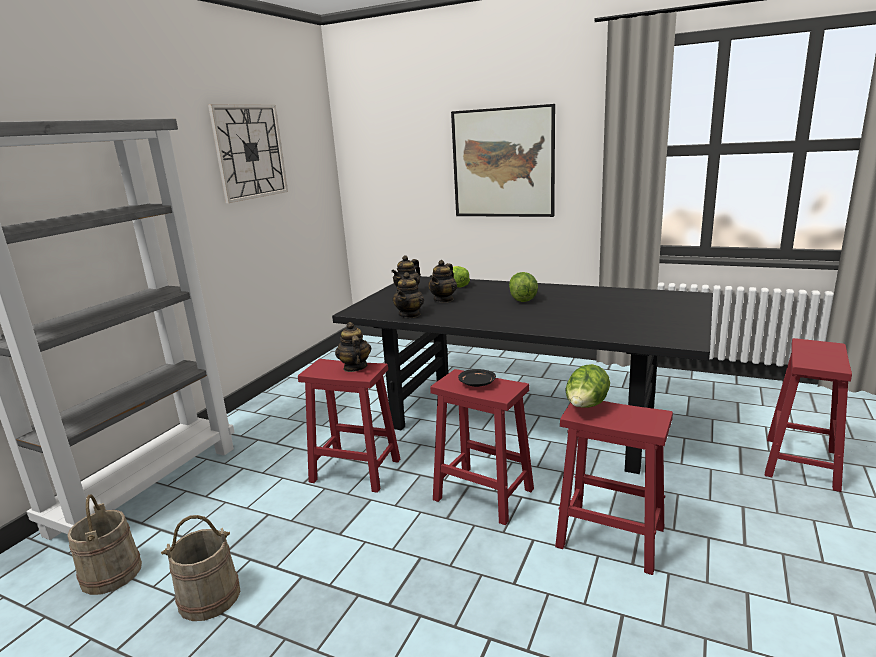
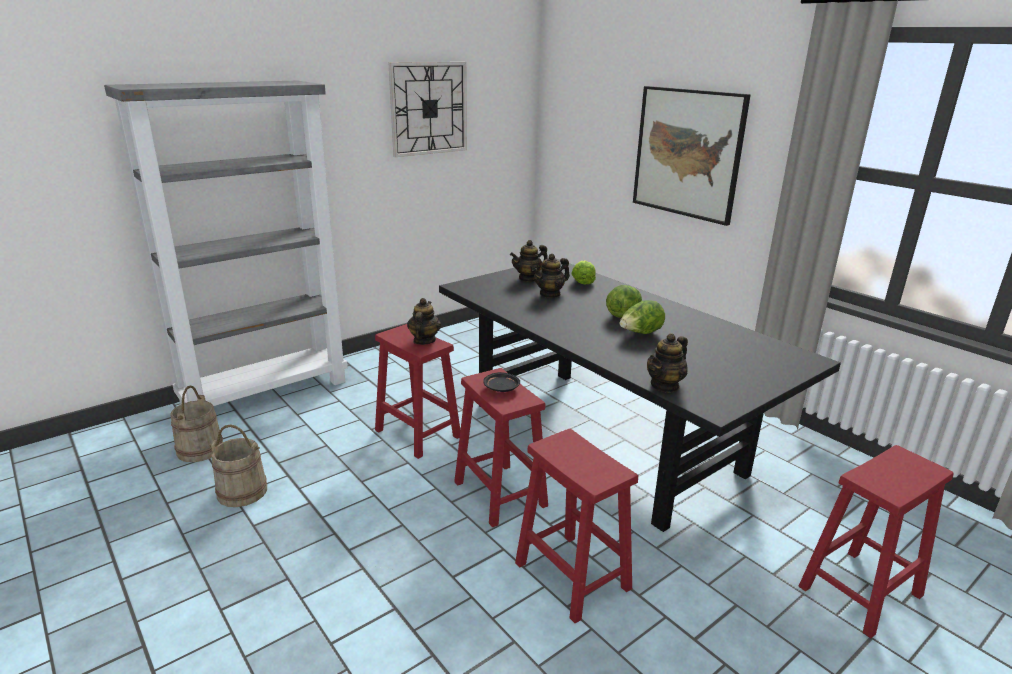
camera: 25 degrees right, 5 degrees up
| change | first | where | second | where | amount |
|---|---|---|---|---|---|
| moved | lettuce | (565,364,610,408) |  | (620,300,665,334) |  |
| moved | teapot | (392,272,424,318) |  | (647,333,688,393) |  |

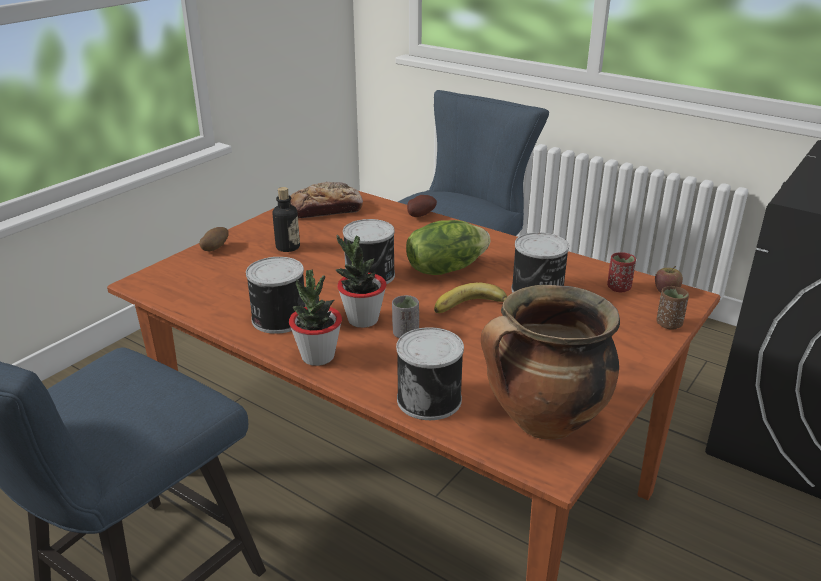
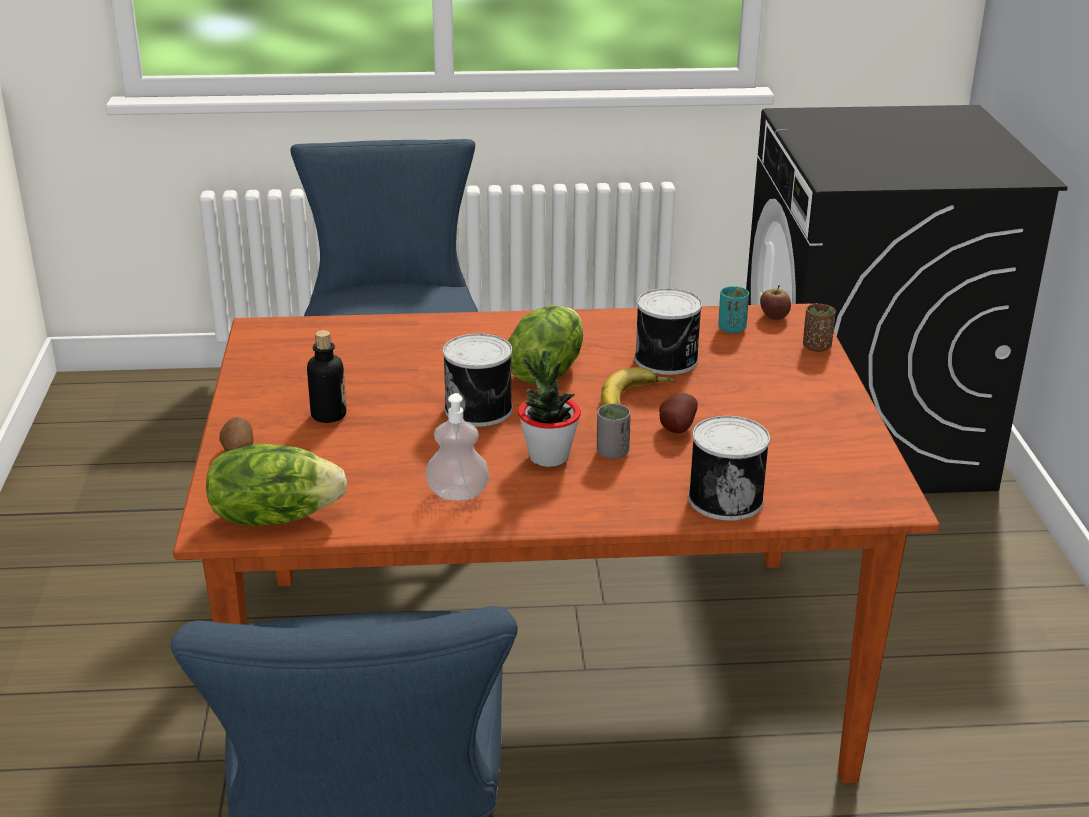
camera: 40 degrees left, 0 degrees up
| change | first | where | second | where | amount |
|---|---|---|---|---|---|
| added |  |  | lettuce | (206,444,347,526) |  |
| replaced | can | (246,257,306,334) | soap dispenser | (426,393,489,501) |  |
| moved | potato | (407,195,437,217) |  | (659,393,698,434) |  |
| recoloured | cup/red | (607,252,636,293) | cup/turquoise | (718,286,749,333) |  |
| removed | potted plant | (289,270,342,366) |  |  |  |
| removed | bread | (290,182,363,219) |  |  |  |
| removed | cooking pot | (481,285,620,440) |  |  |  |

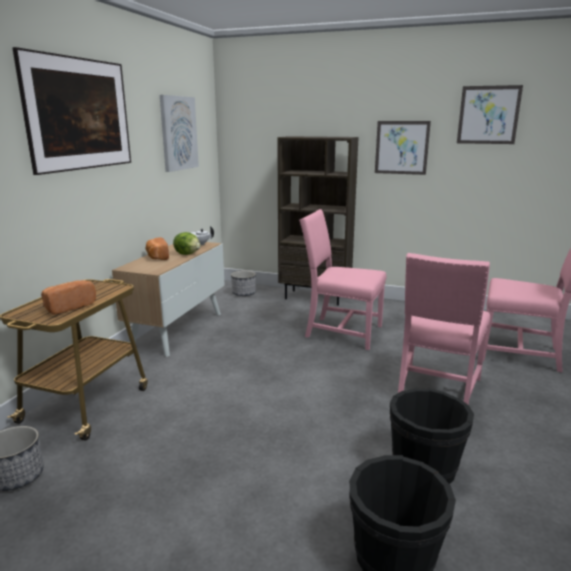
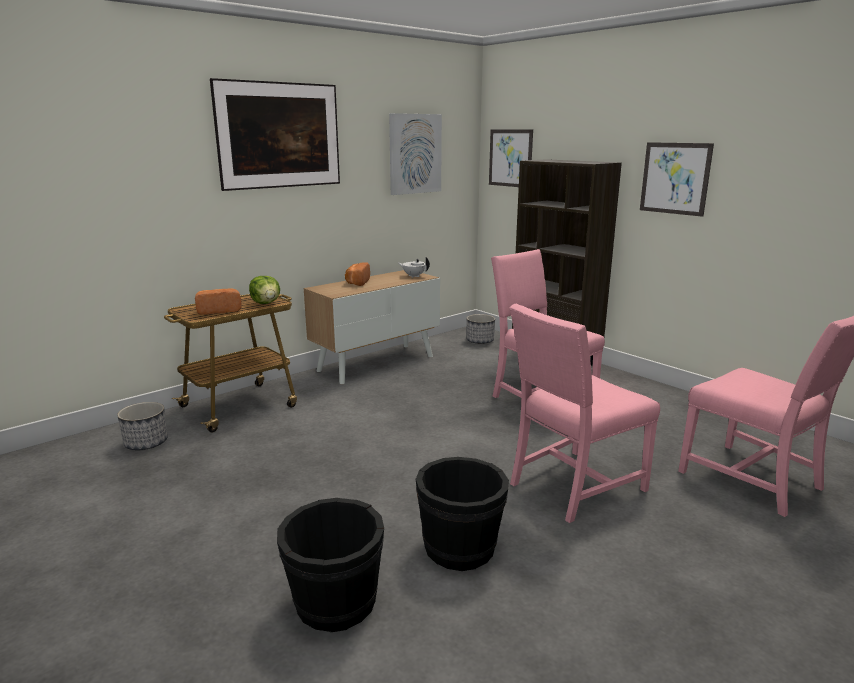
camera: 30 degrees right, 0 degrees up
| change | first | where | second | where | amount |
|---|---|---|---|---|---|
| moved | lettuce | (173,232,200,255) |  | (249,276,280,304) |  |
| moved | picture | (457,85,523,144) |  | (489,129,533,187) |  |

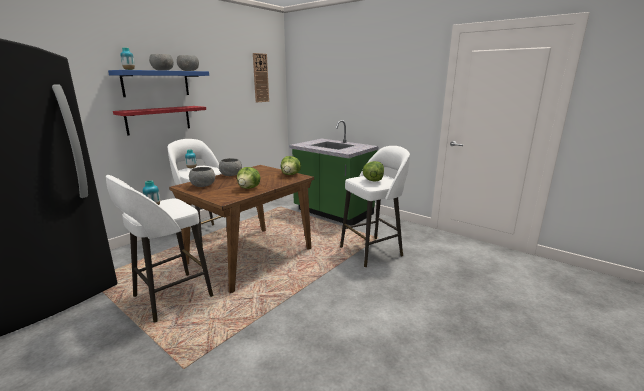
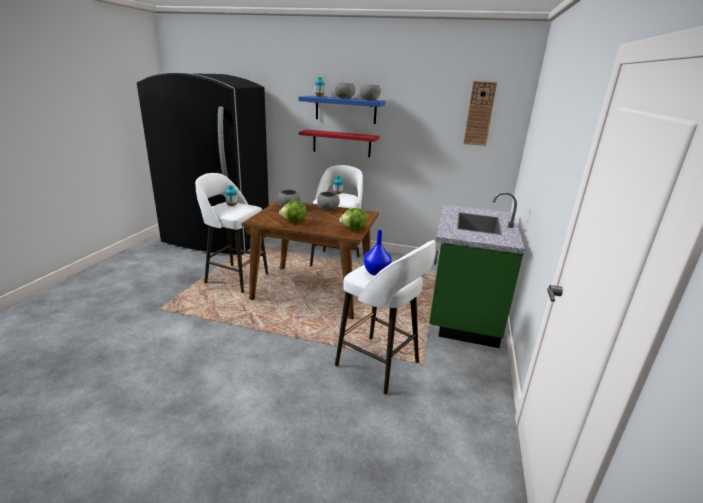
camera: 65 degrees right, 5 degrees up
| change | first | where | second | where | amount |
|---|---|---|---|---|---|
| replaced | lettuce | (362,161,384,181) | vase/blue | (364,230,392,276) |  |

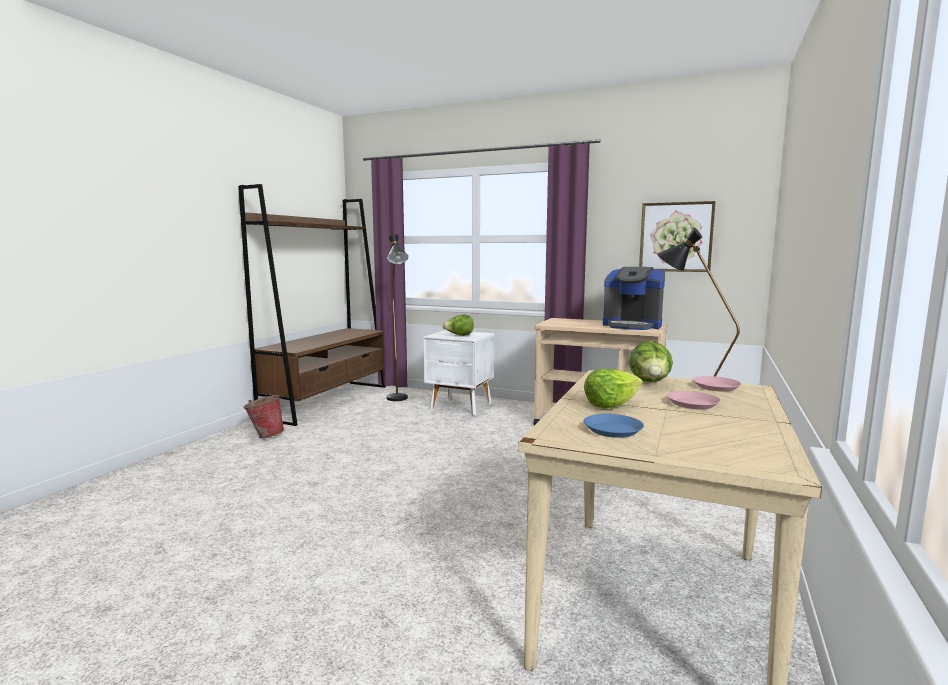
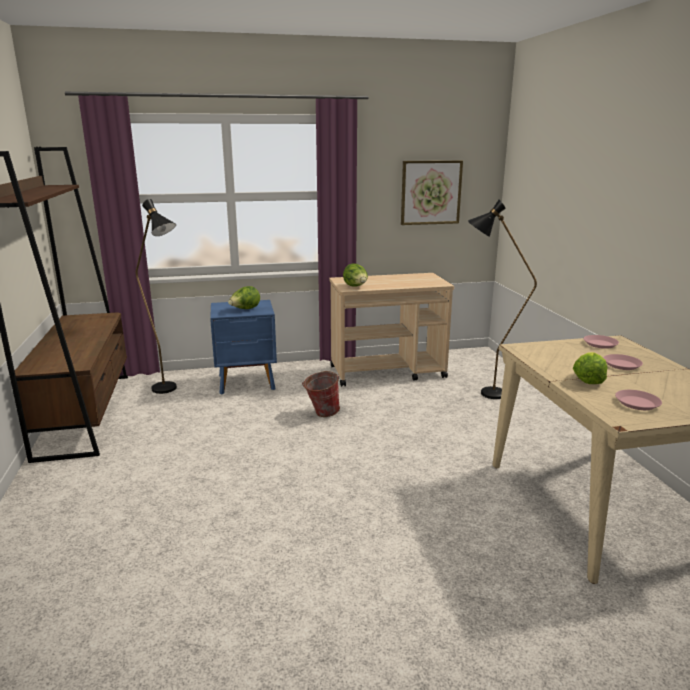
camera: 35 degrees left, 10 degrees up
| change | first | where | second | where | amount |
|---|---|---|---|---|---|
| recoloured | nightstand/white | (423,330,494,416) | nightstand/blue | (210,300,277,394) |  |
| moved | bucket | (243,395,285,439) |  | (302,371,340,417) |  |
| moved | lettuce | (629,341,673,383) |  | (343,263,368,287) |  |
| recoloured | plate/blue | (584,414,644,438) | plate/pink | (615,390,662,410) |  |
| removed | coffee machine | (603,267,665,330) |  |  |  |

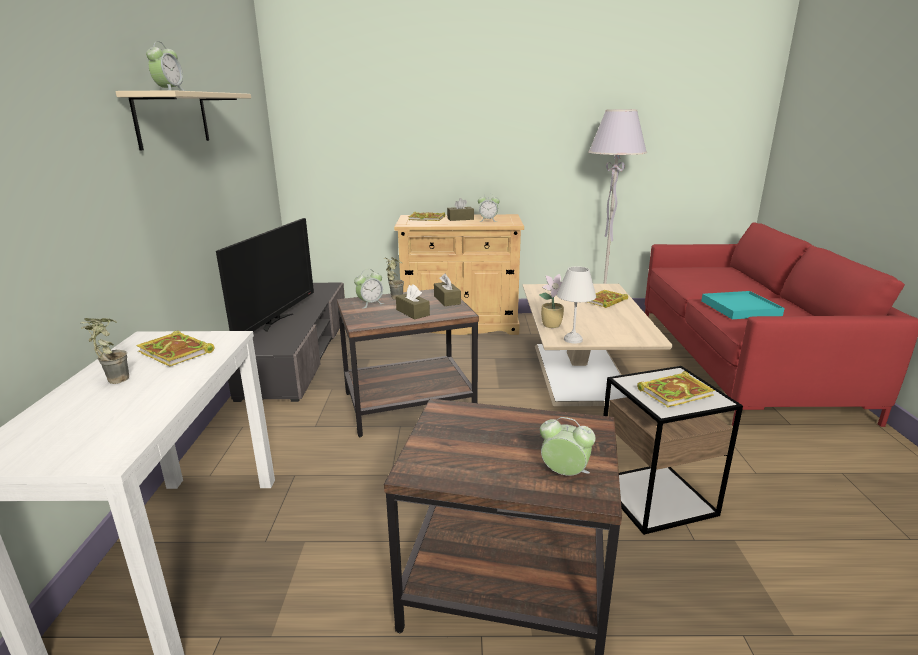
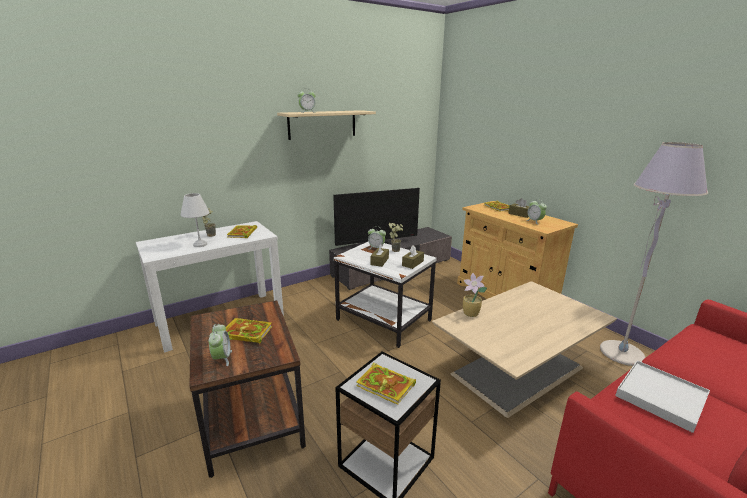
camera: 55 degrees right, 0 degrees up
| change | first | where | second | where | amount |
|---|---|---|---|---|---|
| moved | table lamp/white | (557,266,596,344) |  | (181,193,210,247) |  |
| moved | book | (588,290,628,308) |  | (226,318,272,344) |  |
| recoloured | side table/brown | (337,289,479,437) | side table/white | (334,242,437,348) |  |
| recoloured | tray/turquoise | (701,291,785,319) | tray/white | (615,361,710,433) |  |

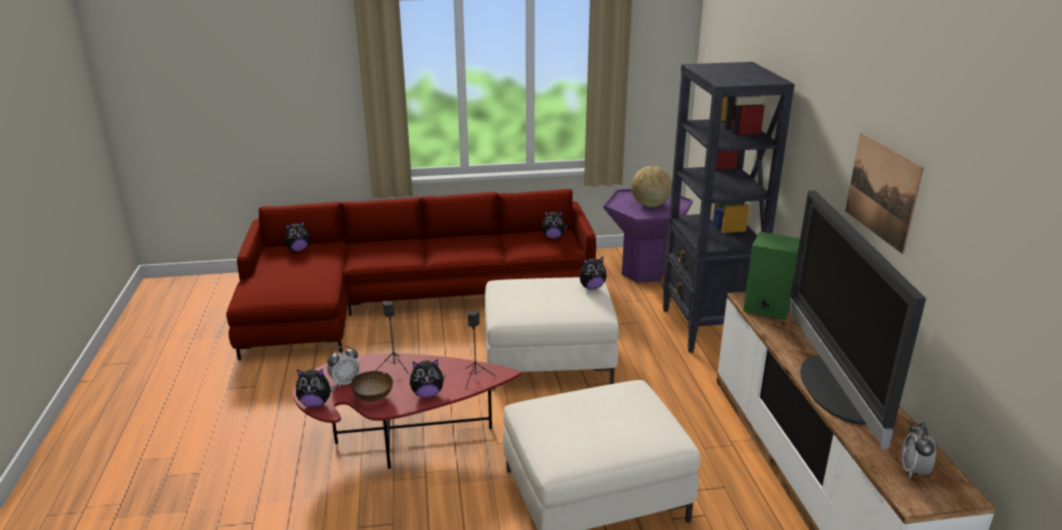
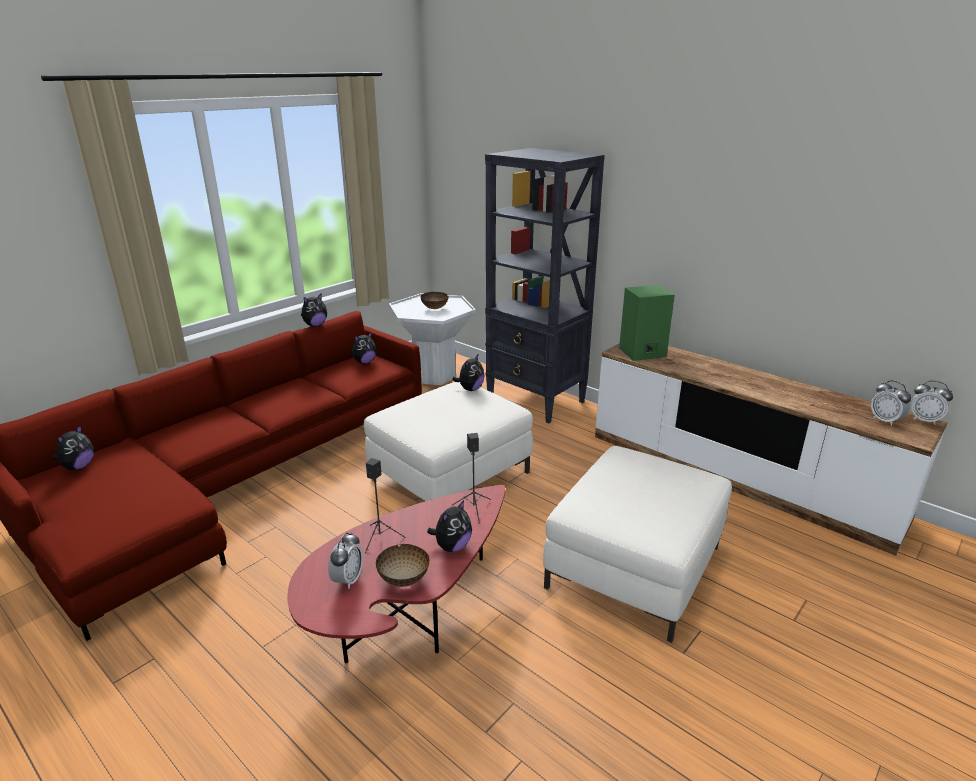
camera: 40 degrees left, 0 degrees up
| change | first | where | second | where | amount |
|---|---|---|---|---|---|
| moved | plush toy | (296,369,335,407) |  | (301,294,327,327) |  |
| recoloured | side table/purple | (603,189,693,283) | side table/white | (389,293,476,385) |  |
| replaced | globe | (631,166,672,207) | bowl | (421,292,449,309) |  |
| added |  |  | alarm clock | (911,380,953,425) |  |
| removed | television | (790,190,926,449) |  |  |  |
| removed | picture | (845,133,924,254) |  |  |  |

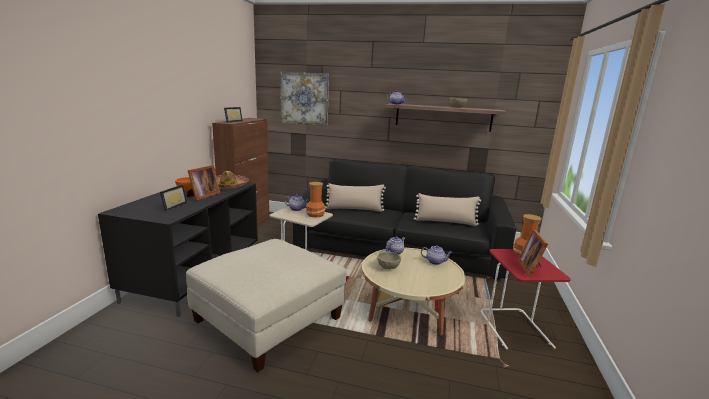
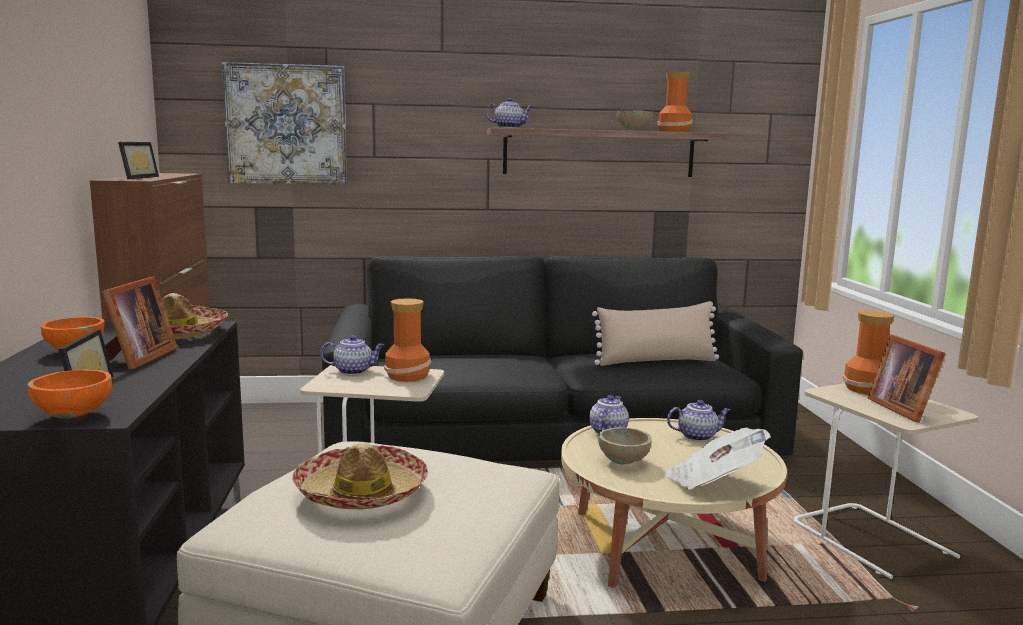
camera: 20 degrees left, 5 degrees down
| change | first | where | second | where | amount |
|---|---|---|---|---|---|
| added |  |  | bowl/orange | (28,369,112,419) |  |
| added |  |  | hat | (292,442,428,509) |  |
| added |  |  | vase | (657,72,693,132) |  |
| added |  |  | newspaper | (665,427,771,490) |  |
| recoloured | side table/red | (481,249,571,350) | side table/beige | (794,383,978,579) |  |
| removed | pillow/beige | (325,183,386,212) |  |  |  |

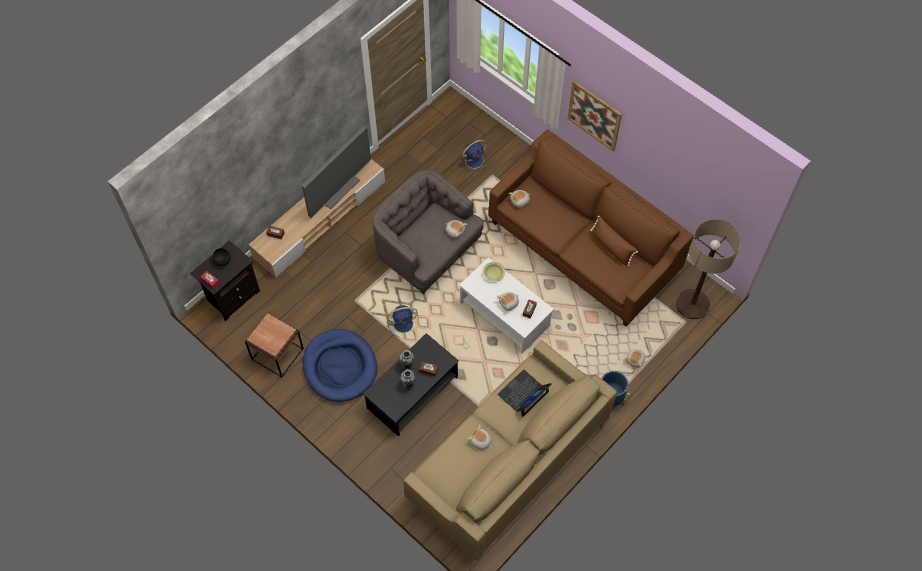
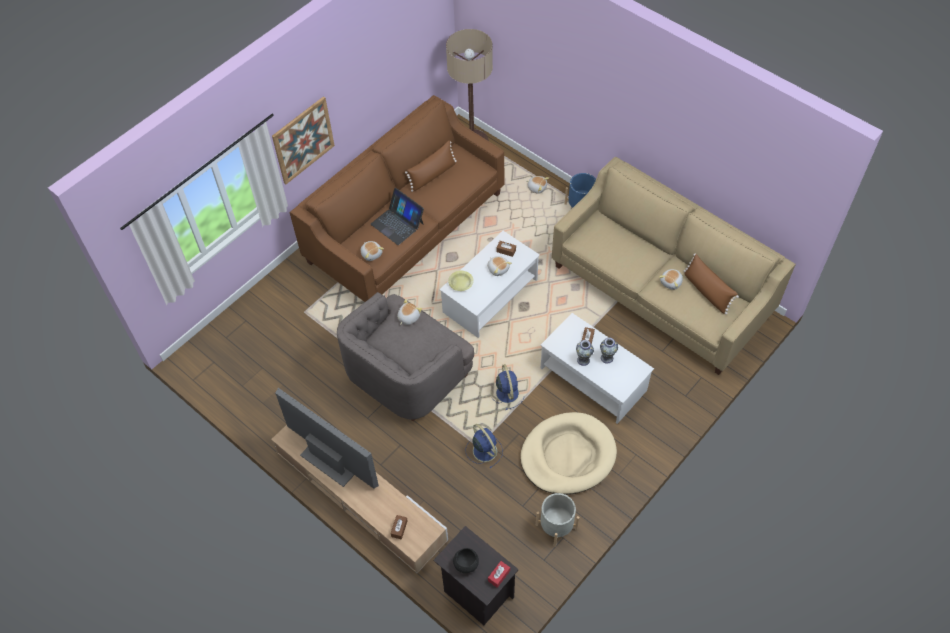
camera: 90 degrees left, 5 degrees down
| change | first | where | second | where | amount |
|---|---|---|---|---|---|
| moved | laptop | (497,370,552,417) |  | (371,188,424,245) |  |
| moved | fan/blue | (459,140,489,172) |  | (465,424,503,468) |  |
| recoloured | dog bed/blue | (303,329,377,402) | dog bed/beige | (521,412,617,495) |  |
| replaced | side table/brown | (245,313,304,378) | planter/grey | (536,493,580,547) |  |
| recoloured | coffee table/black | (363,333,459,437) | coffee table/white | (540,313,654,424) |  |
| added |  |  | pillow/brown | (684,253,739,314) |  |

